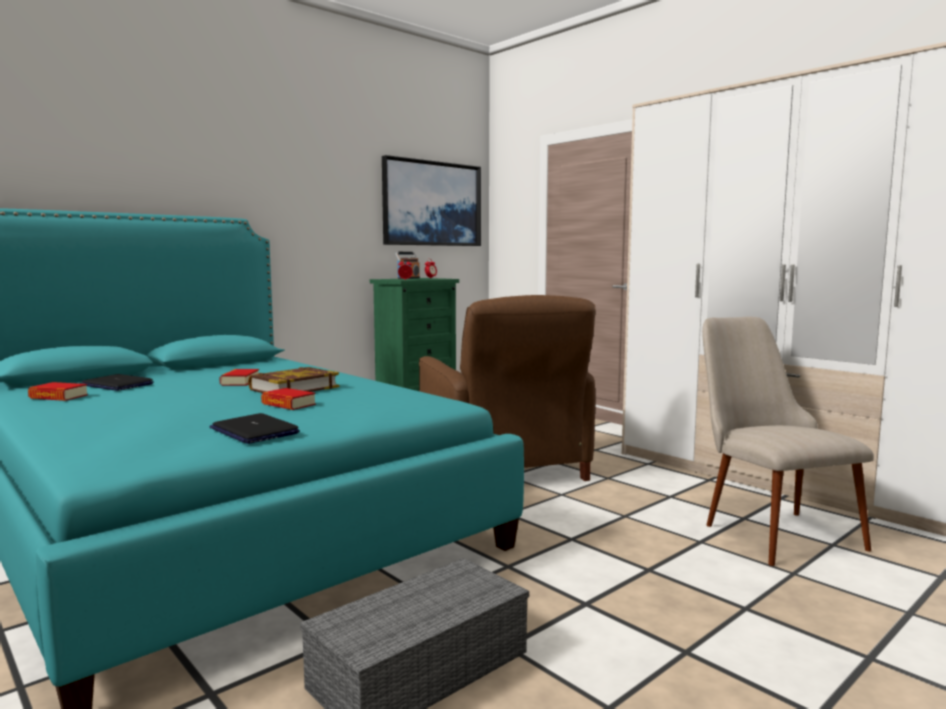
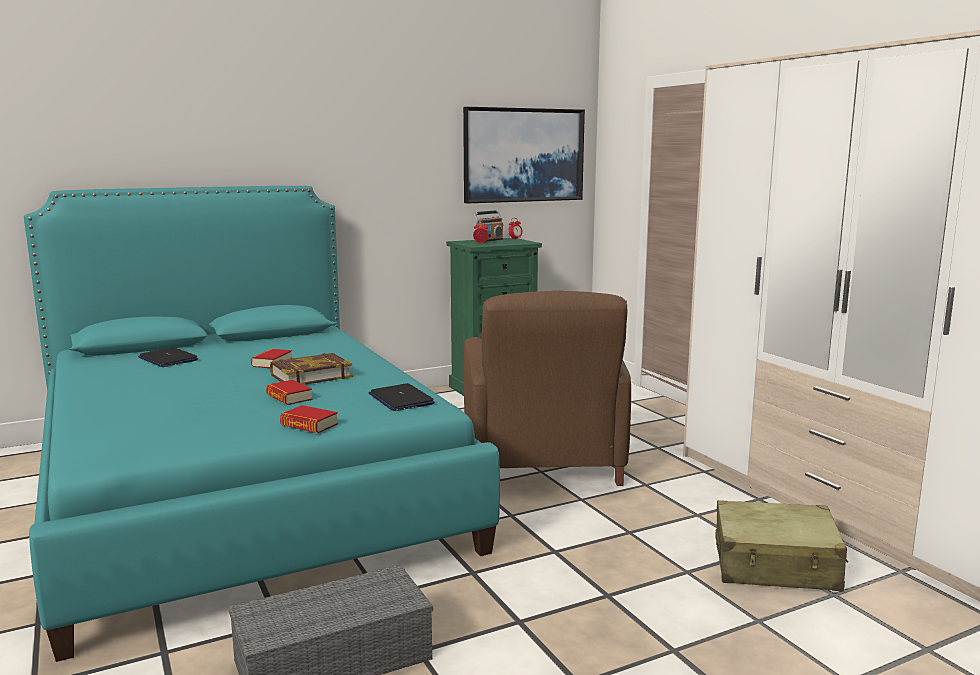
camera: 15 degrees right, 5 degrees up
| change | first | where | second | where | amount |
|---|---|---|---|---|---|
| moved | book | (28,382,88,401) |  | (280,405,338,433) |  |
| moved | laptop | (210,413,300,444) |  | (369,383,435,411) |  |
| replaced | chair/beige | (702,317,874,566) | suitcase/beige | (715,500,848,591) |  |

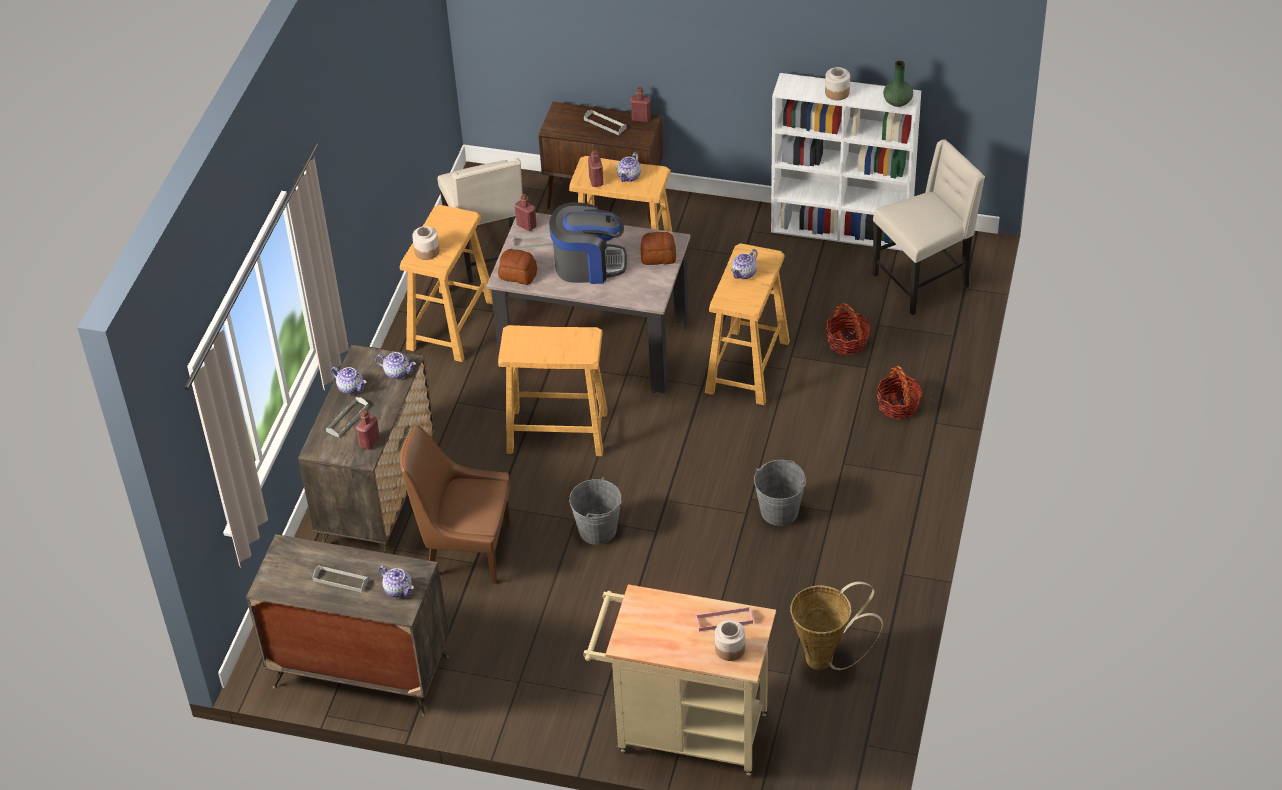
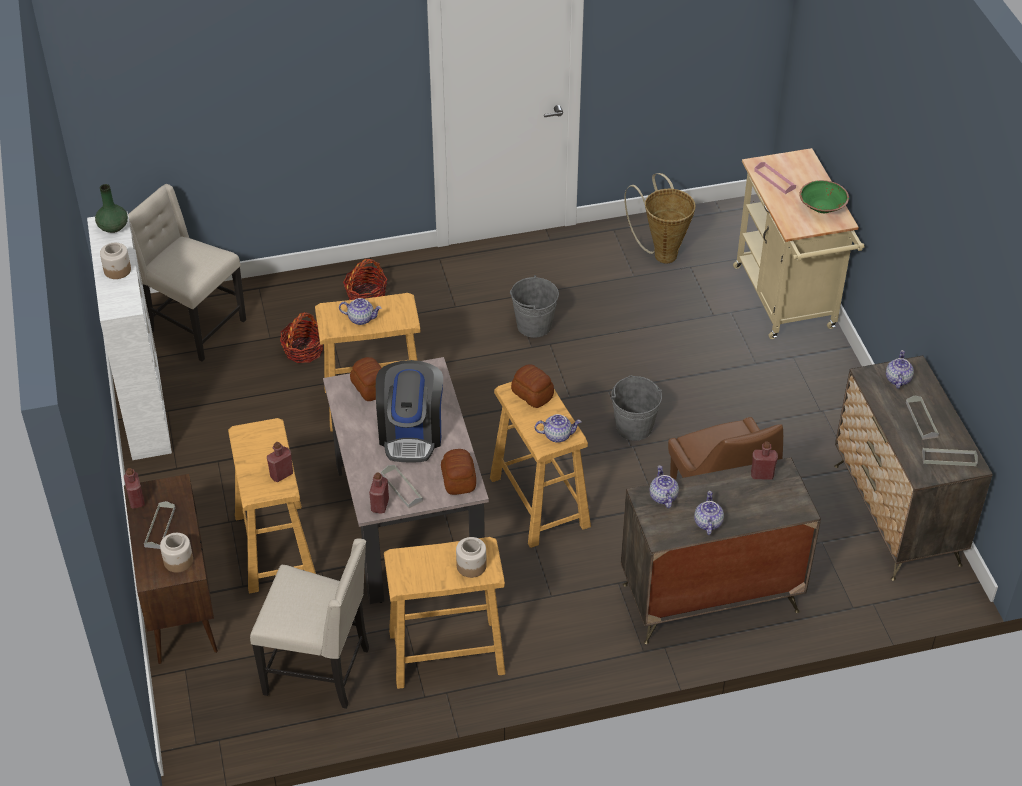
camera: 120 degrees left, 0 degrees up
| change | first | where | second | where | amount |
|---|---|---|---|---|---|
| moved | jar | (715,620,745,661) |  | (160,533,193,573) |  |
| turned | chair/beige | (438,158,523,283) |  | (250,538,369,709) | 60 degrees clockwise |
| turned | coffee machine | (549,202,627,284) |  | (376,360,443,463) | 150 degrees counterclockwise |
| added |  |  | bread | (511,365,554,408) |  |
| moved | teapot | (617,152,641,182) |  | (535,414,581,443) |  |
| added |  |  | bowl/green | (799,180,849,213) |  |
| moved | tray/grey | (326,397,369,438) |  | (922,448,978,466) |  |

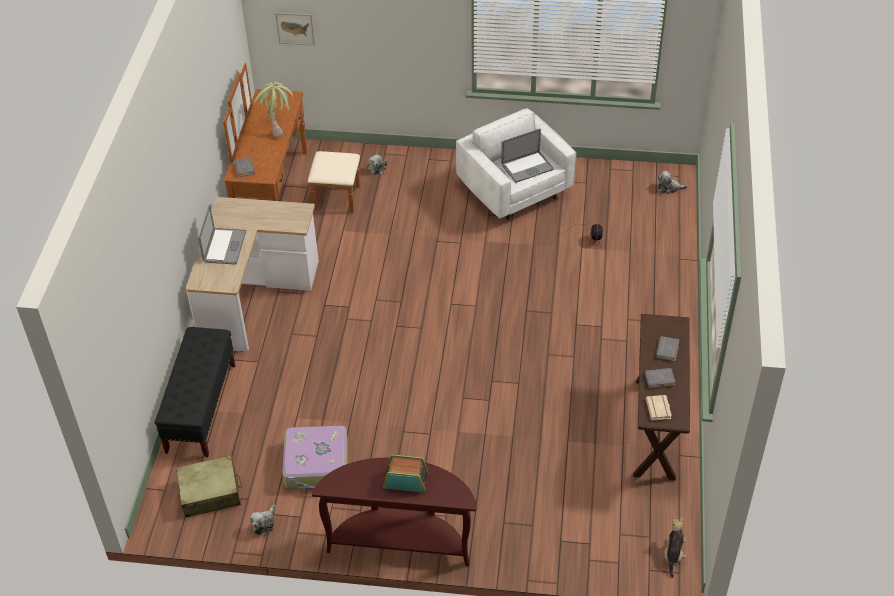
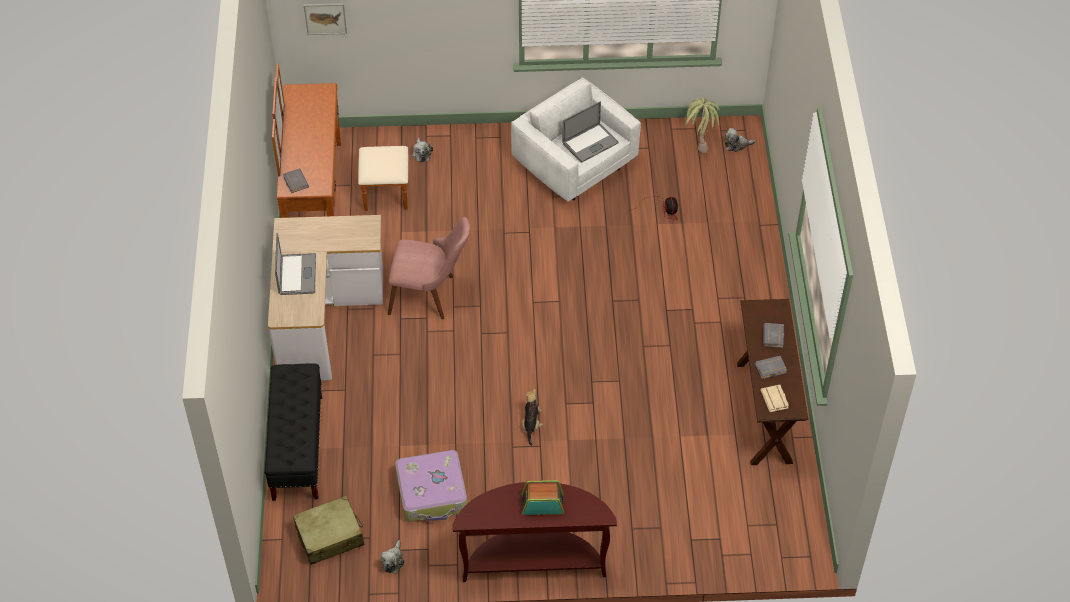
camera: 10 degrees left, 5 degrees up
| change | first | where | second | where | amount |
|---|---|---|---|---|---|
| added |  |  | chair/pink | (388,217,470,319) |  |
| moved | plush toy | (664,517,687,578) |  | (522,389,543,446) |  |
| moved | potted plant | (254,81,293,137) |  | (683,98,720,153) |  |

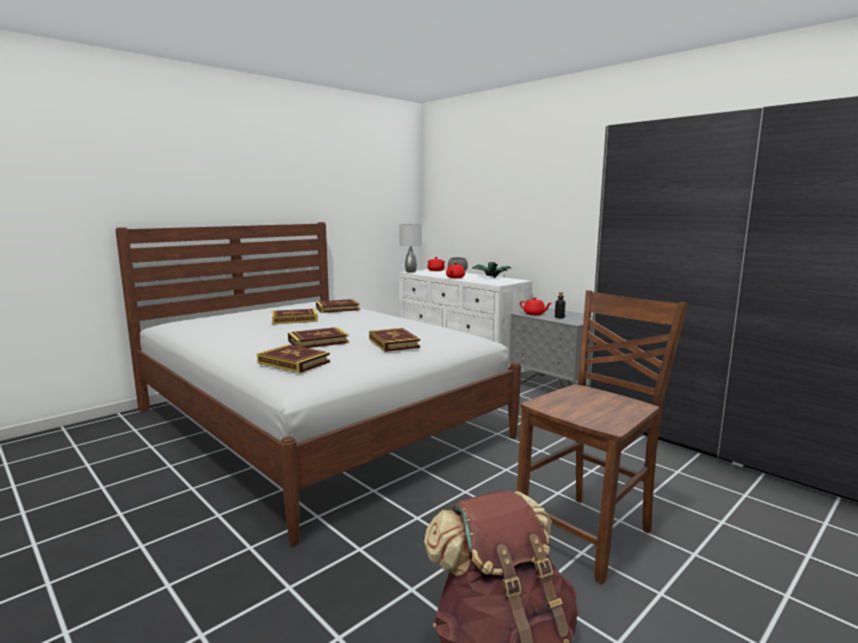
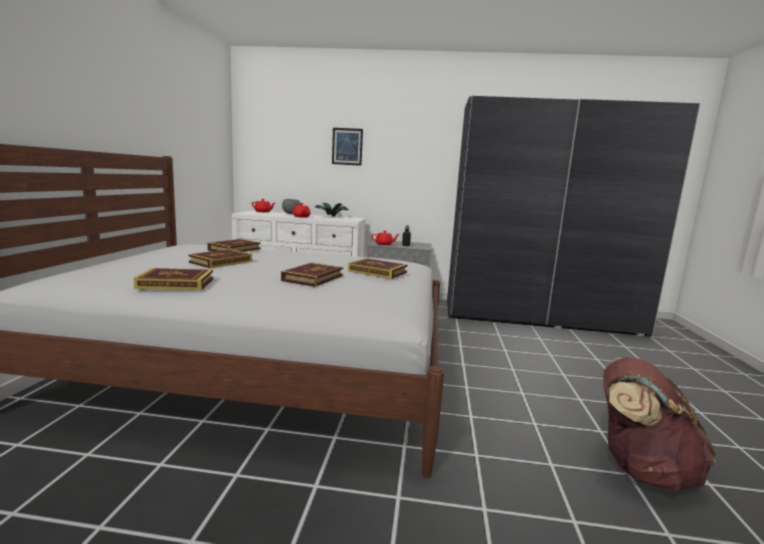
camera: 40 degrees left, 0 degrees up
| change | first | where | second | where | amount |
|---|---|---|---|---|---|
| moved | book | (257,345,330,373) |  | (134,268,213,290) |  |
| added |  |  | picture | (332,128,363,166) |  |
| removed | table lamp/grey | (399,224,422,273) |  |  |  |
| removed | chair/brown | (517,290,688,584) |  |  |  |

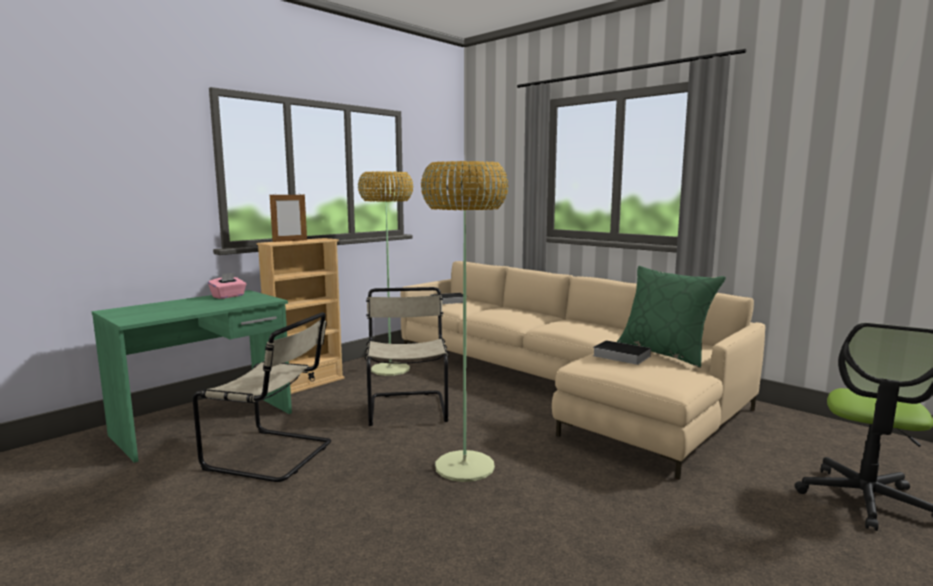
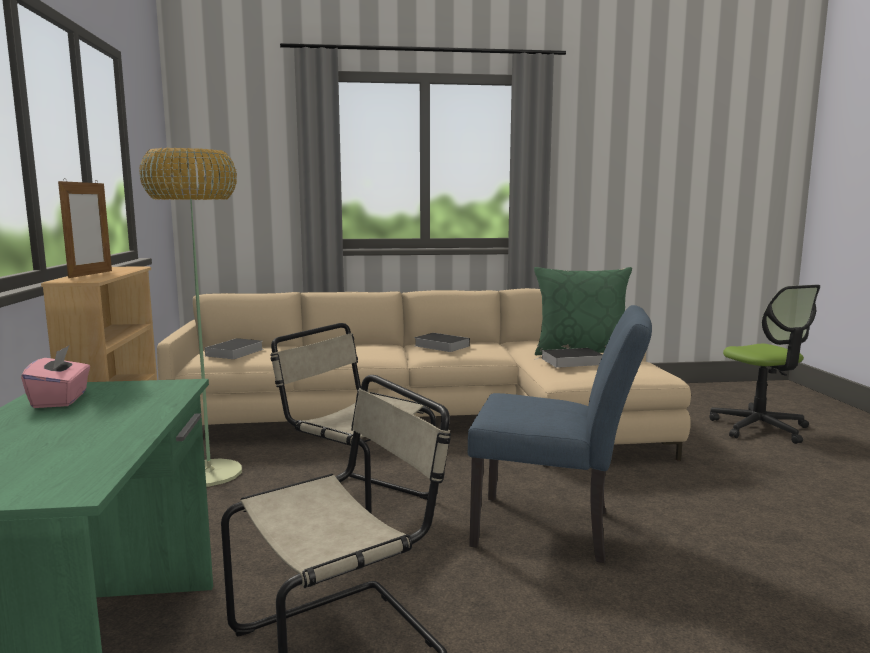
camera: 50 degrees left, 0 degrees up
| change | first | where | second | where | amount |
|---|---|---|---|---|---|
| added |  |  | book | (414,333,470,352) |  |
| replaced | floor lamp | (421,161,508,482) | chair/blue | (468,305,652,563) |  |

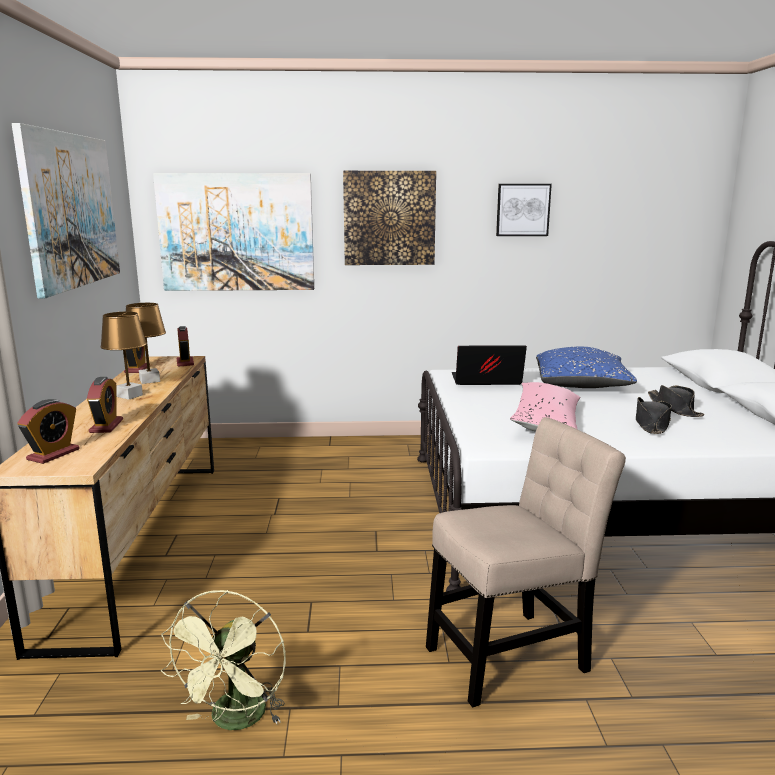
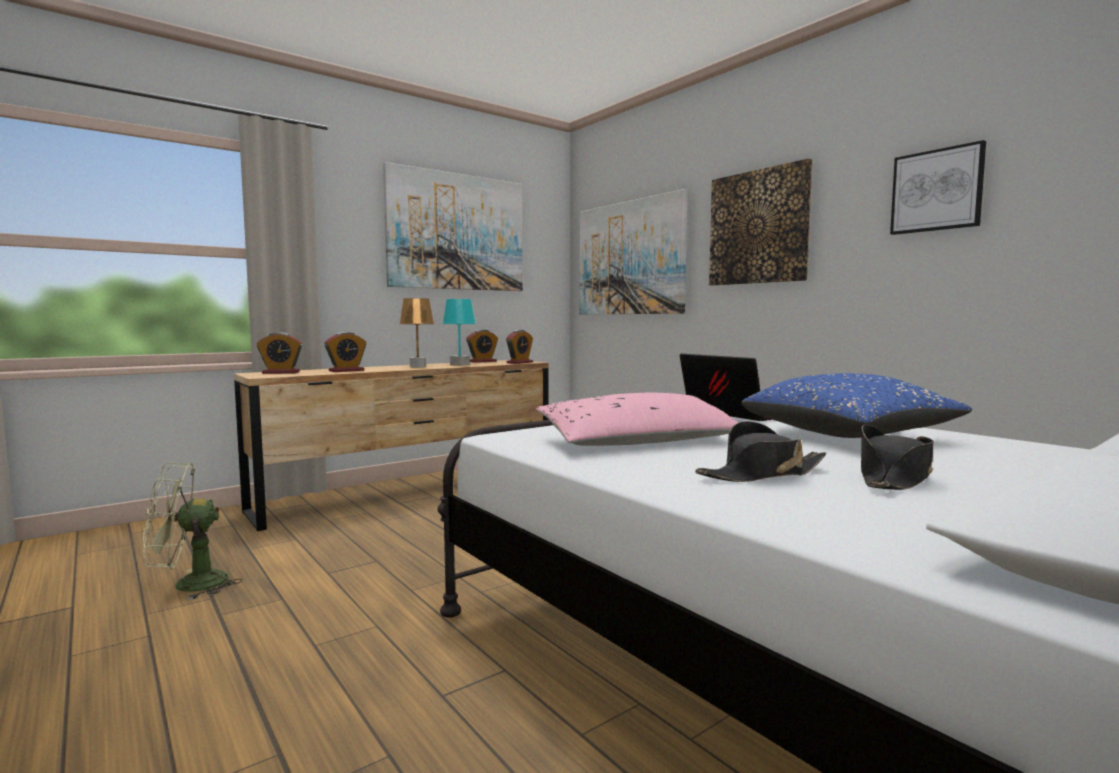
camera: 55 degrees right, 10 degrees down
| change | first | where | second | where | amount |
|---|---|---|---|---|---|
| recoloured | table lamp/brown | (126,303,166,384) | table lamp/turquoise | (442,299,476,365) |  |
| removed | chair/beige | (426,417,626,707) |  |  |  |

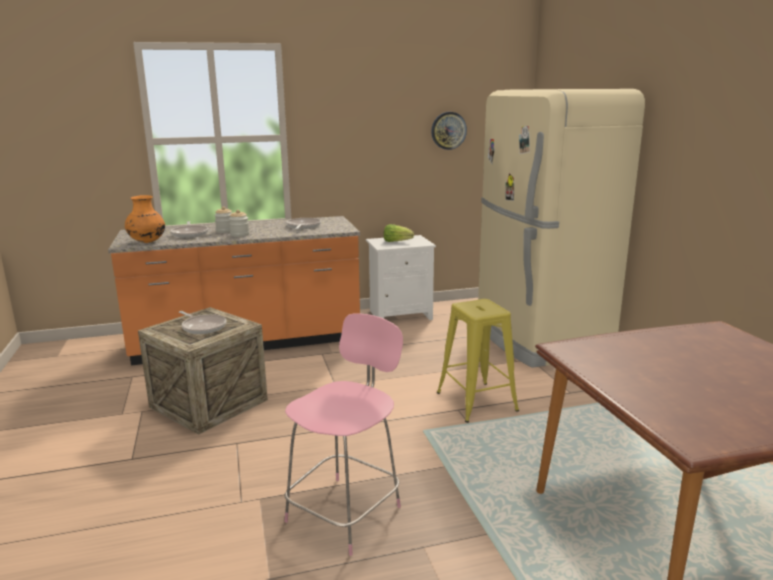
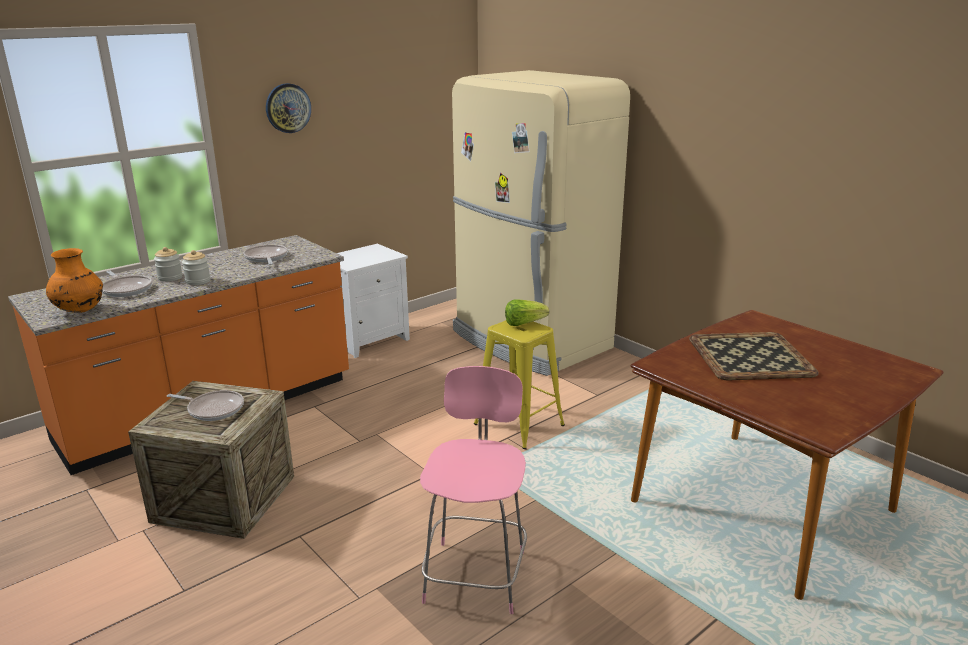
camera: 25 degrees left, 5 degrees up
| change | first | where | second | where | amount |
|---|---|---|---|---|---|
| moved | wall clock | (431,112,467,150) |  | (266,83,311,133) |  |
| moved | lettuce | (384,224,414,242) |  | (505,299,549,326) |  |
| added |  |  | tray | (689,332,819,381) |  |

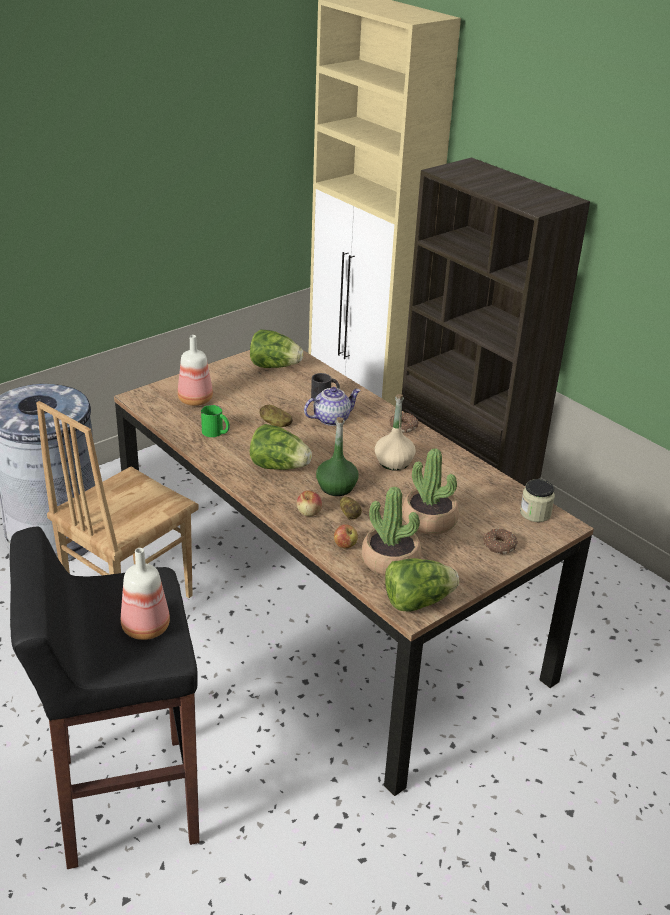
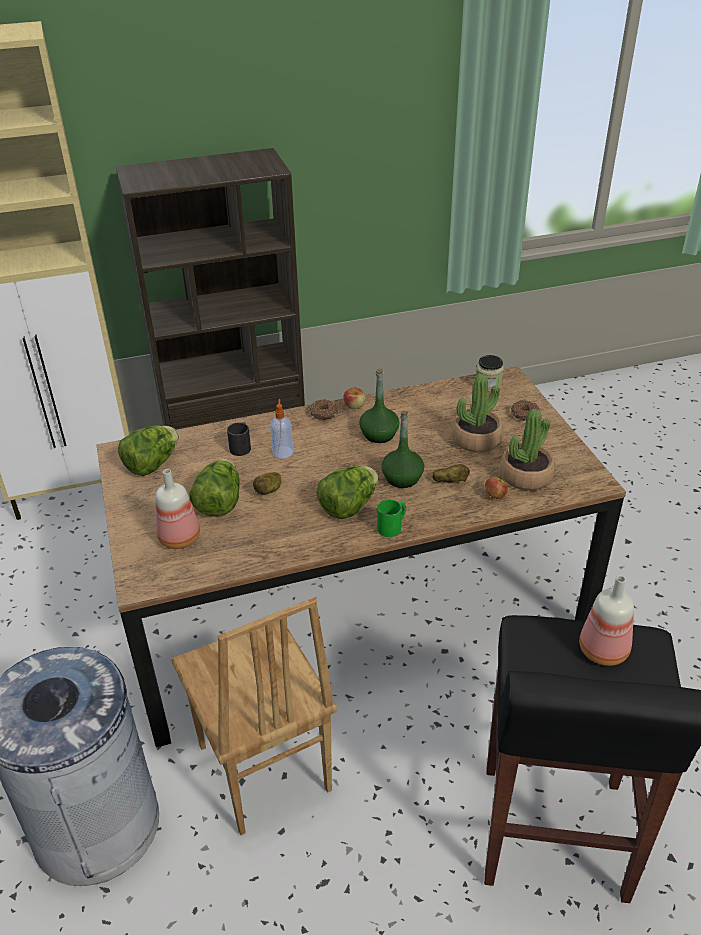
camera: 65 degrees left, 5 degrees up
| change | first | where | second | where | amount |
|---|---|---|---|---|---|
| moved | lettuce | (385,558,459,612) |  | (190,459,239,517) |  |
| replaced | teapot | (304,387,361,426) | soap dispenser | (270,399,293,459) |  |
| moved | apple | (297,490,322,516) |  | (343,387,366,409) |  |
| recoloured | bottle/beige | (375,394,416,471) | bottle/green | (359,369,399,443) |  |
| moved | mug/green | (201,405,230,437) |  | (377,499,406,537) |  |

